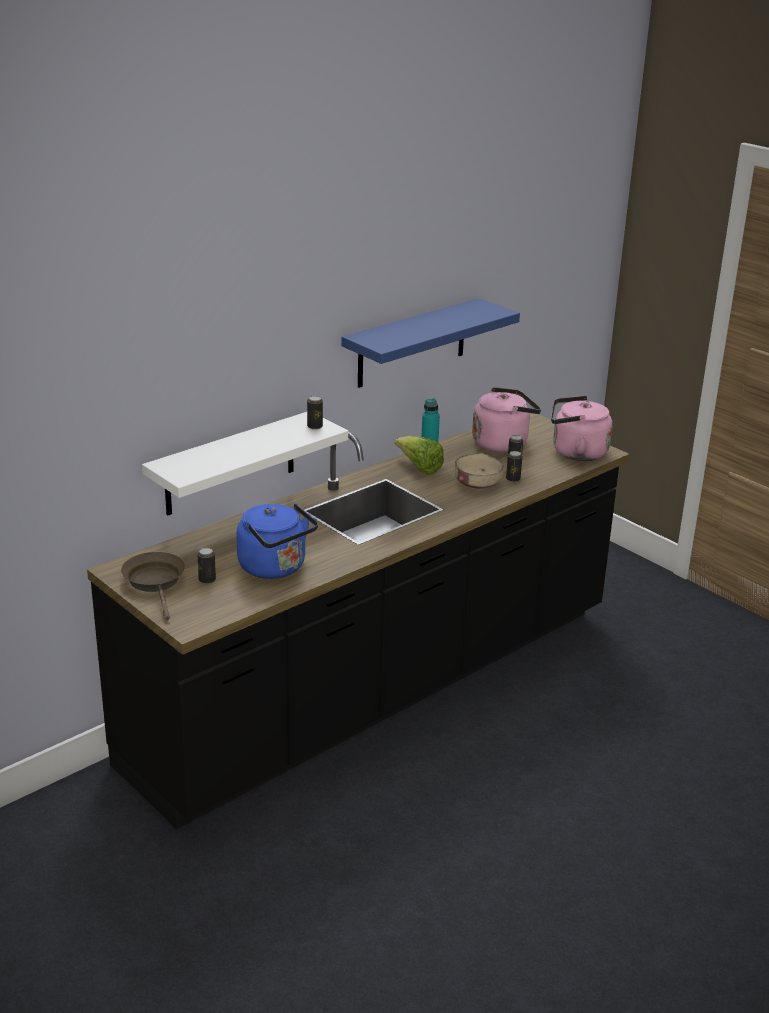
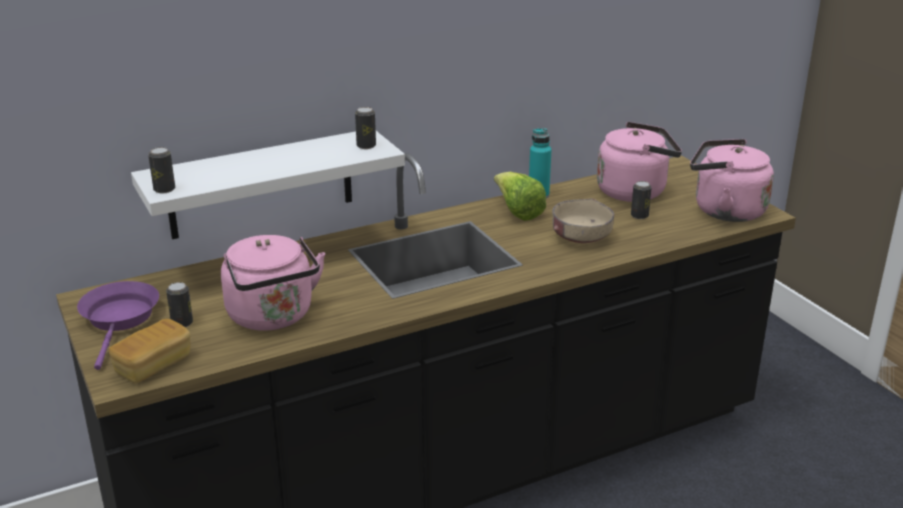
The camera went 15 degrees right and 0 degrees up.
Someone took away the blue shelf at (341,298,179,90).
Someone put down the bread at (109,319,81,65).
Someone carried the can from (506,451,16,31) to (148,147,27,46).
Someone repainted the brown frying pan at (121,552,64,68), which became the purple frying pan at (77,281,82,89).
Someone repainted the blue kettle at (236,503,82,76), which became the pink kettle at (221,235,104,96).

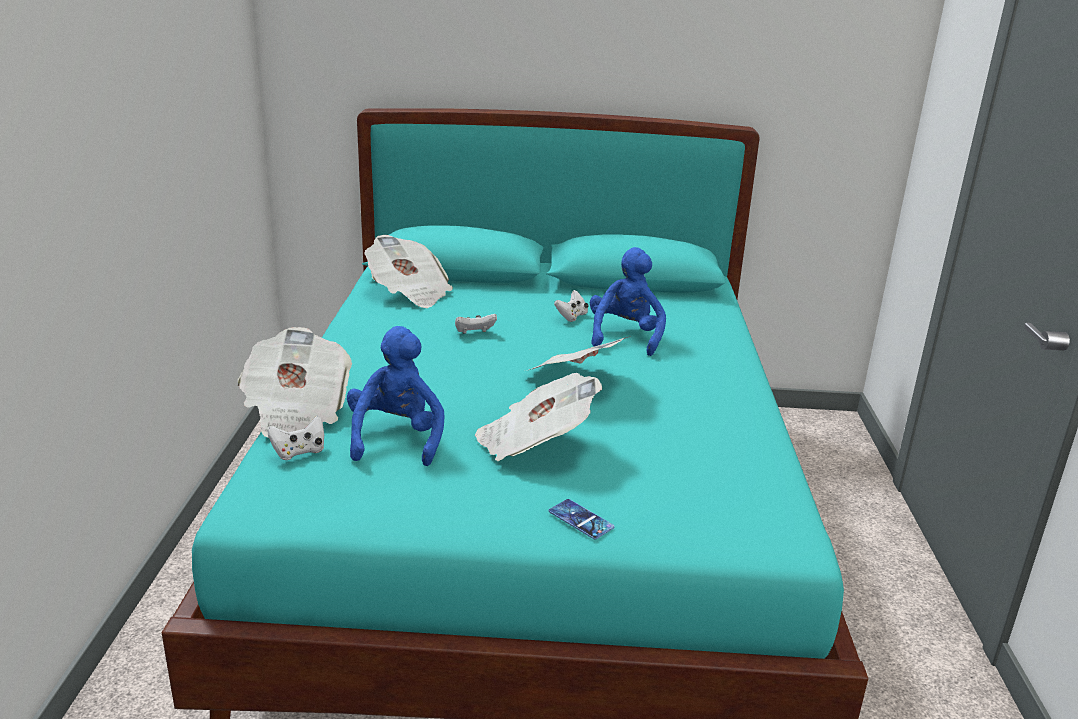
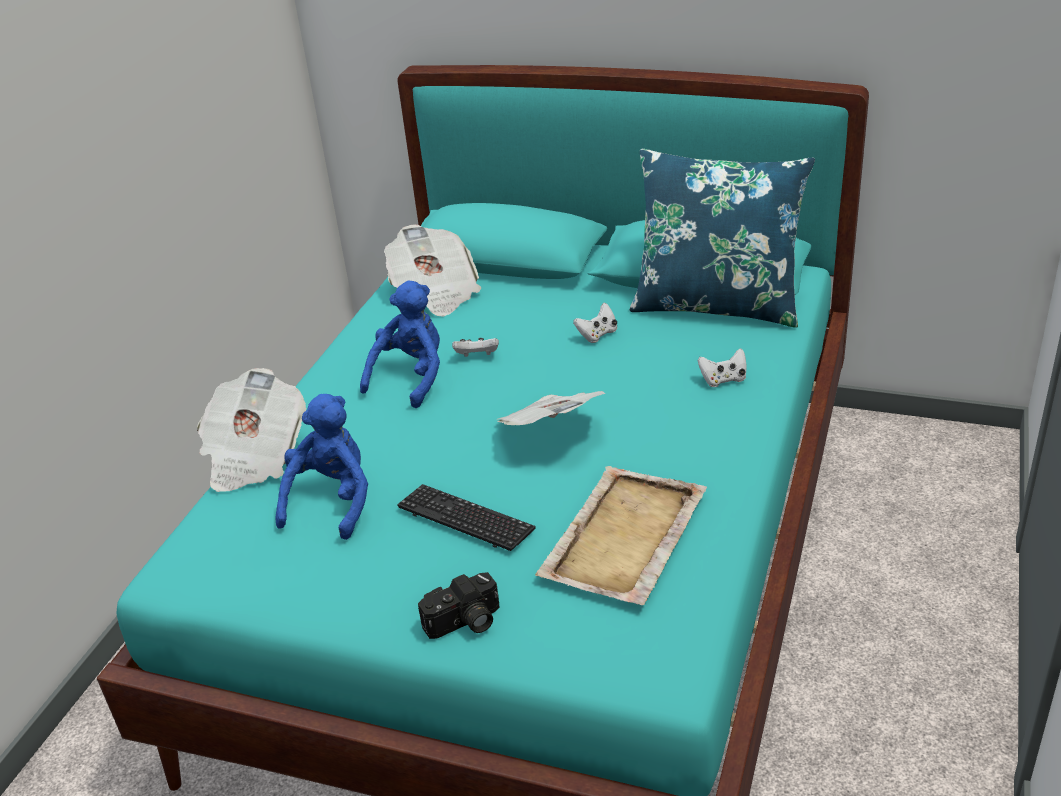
The camera went 20 degrees right and 10 degrees up.
Someone put down the beige tray at (535,466,172,139).
Someone put down the blue pillow at (630,149,185,179).
Someone carried the white game controller from (267,416,57,44) to (698,348,49,39).
Someone carried the blue plush toy from (590,247,76,109) to (360,281,80,127).
Someone swapped the newspaper at (475,373,127,88) for the keyboard at (397,484,139,67).
Someone swapped the phone at (549,499,66,40) for the photo camera at (418,572,81,67).

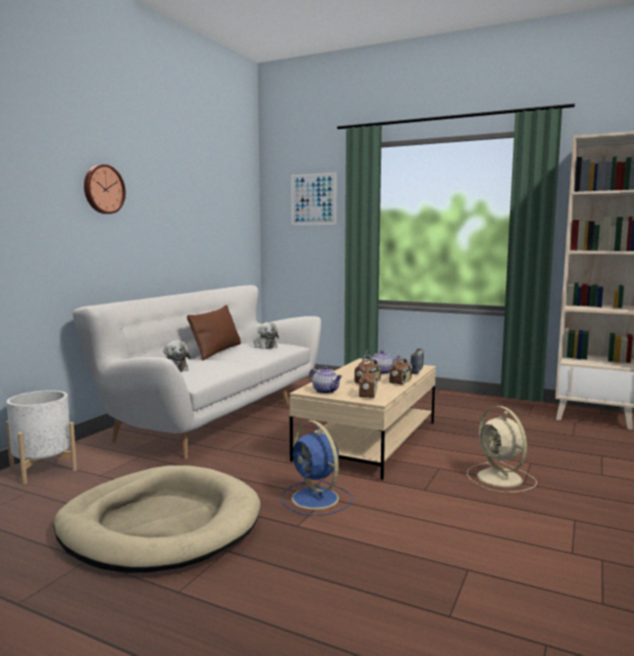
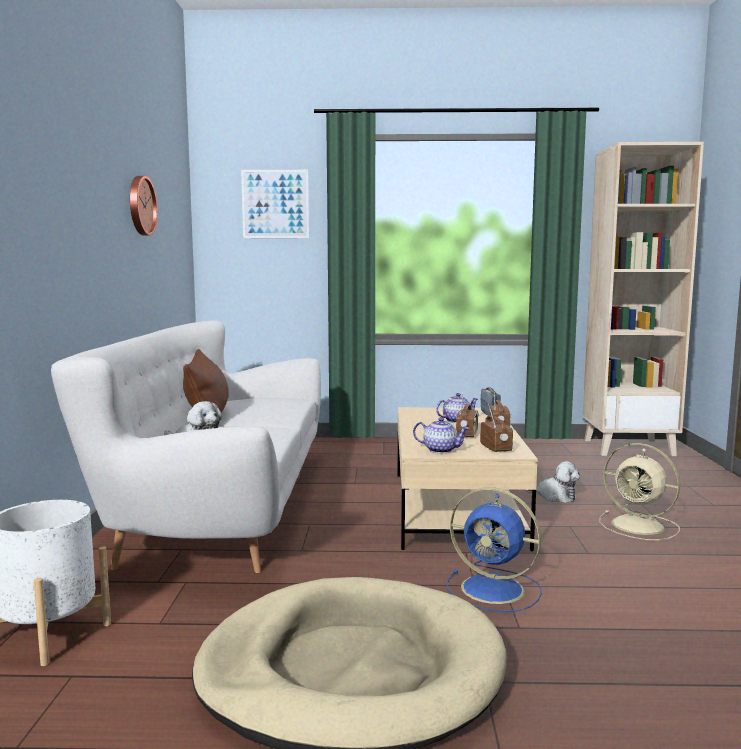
The camera went 25 degrees left and 0 degrees up.
Someone carried the wall clock from (84,164,42,50) to (130,176,28,59).
Someone carried the plush toy from (254,322,25,27) to (525,461,55,42).

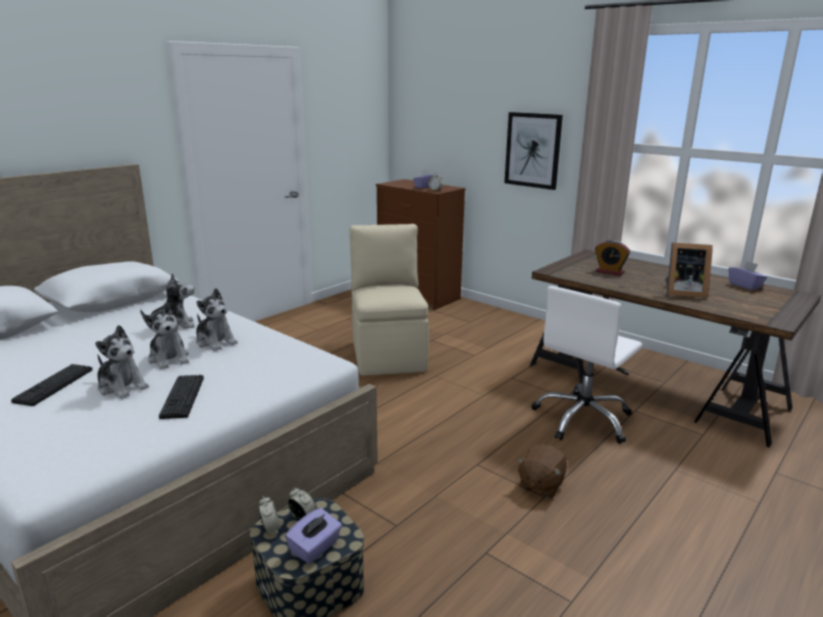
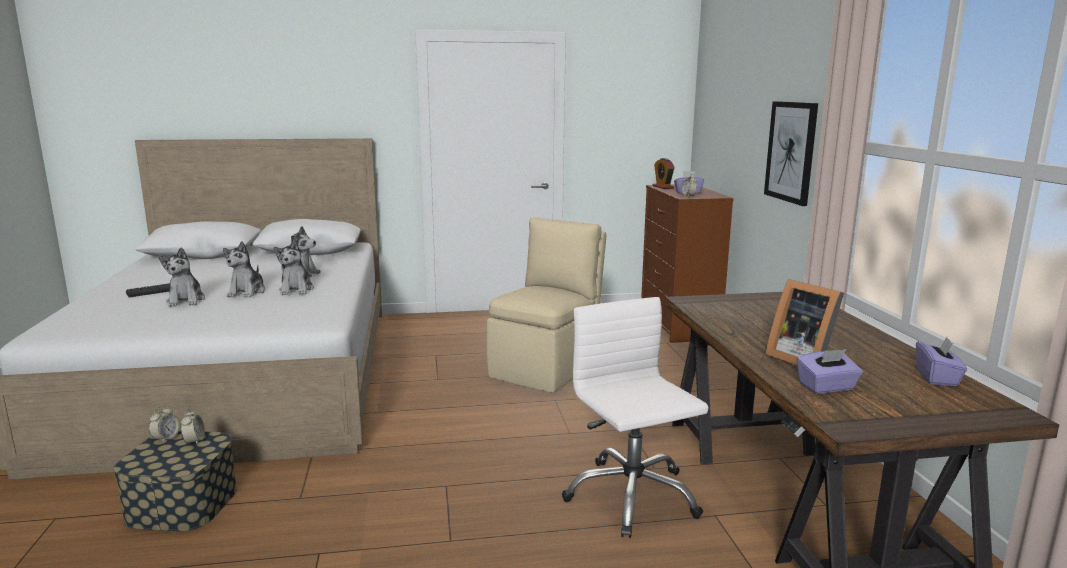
The camera went 40 degrees right and 5 degrees down.
Someone took away the keyboard at (159,375,45,44).
Someone took away the brown plush toy at (517,445,50,53).
Someone carried the purple tissue box from (285,508,57,56) to (797,349,66,45).
Someone carried the alarm clock from (595,240,35,36) to (653,158,22,31).
Someone rotated the white office chair at (531,286,111,158) by 75 degrees clockwise.

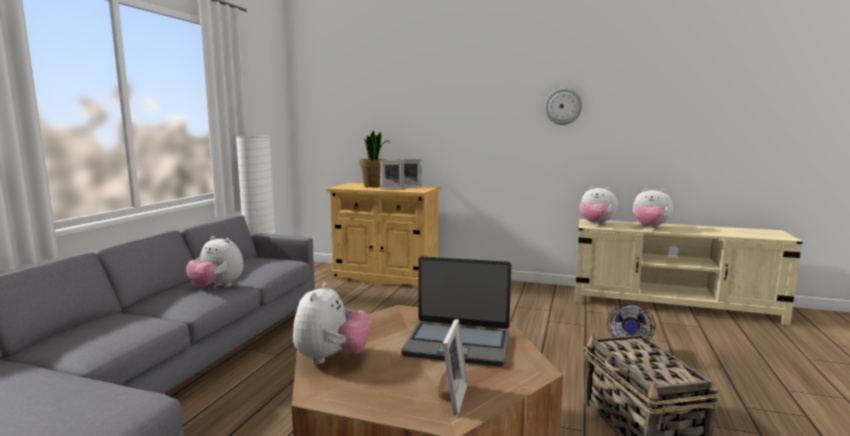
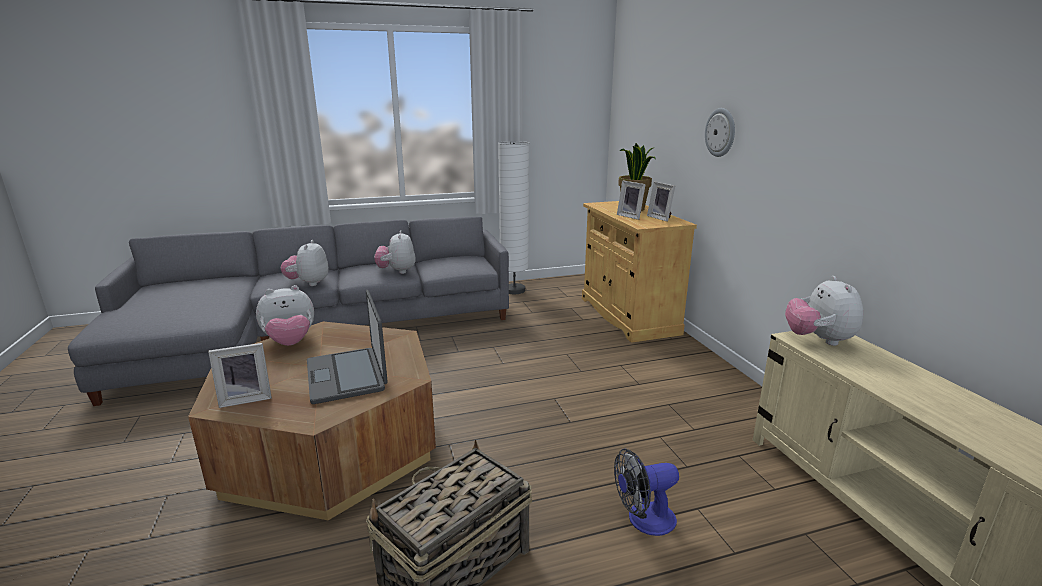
The camera went 55 degrees right and 10 degrees up.
Someone carried the wall clock from (545,88,37,37) to (705,108,30,49).
Someone carried the plush toy from (633,188,40,40) to (281,240,47,46).

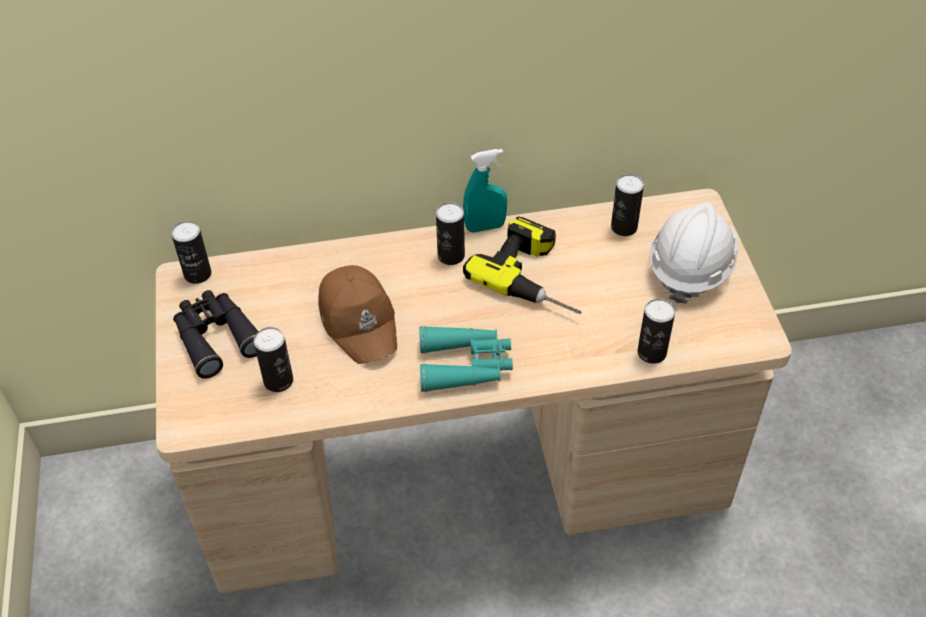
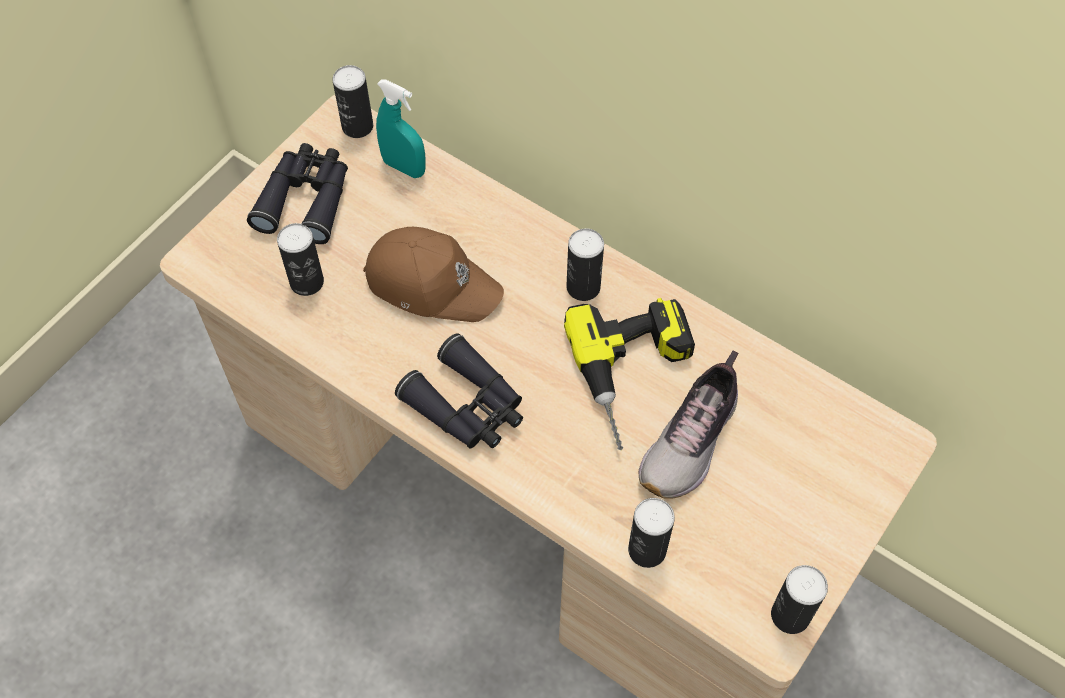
The camera went 45 degrees right and 10 degrees up.
Someone took away the white hard hat at (650,202,88,102).
Someone put down the shoe at (639,351,99,148).
Someone carried the turquoise spray bottle from (463,149,44,84) to (376,79,49,99).
Someone carried the can from (611,174,33,62) to (771,565,57,69).
Someone repainted the turquoise binoculars at (419,326,94,66), which became the black binoculars at (395,333,128,115).
Someone rotated the brown cap at (318,265,79,99) by 90 degrees counterclockwise.

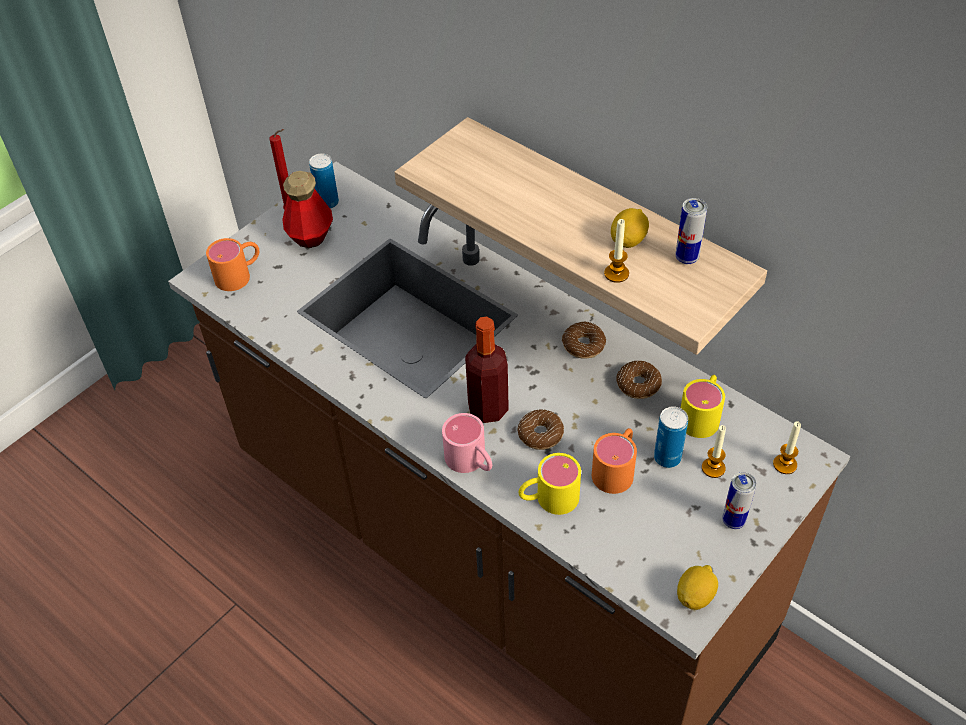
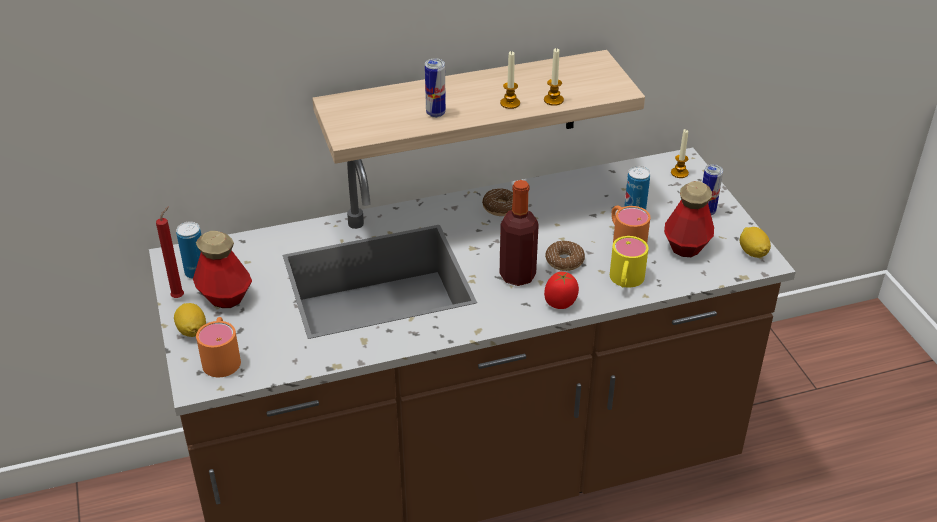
The camera went 60 degrees left and 10 degrees down.
Someone took away the donut at (616,360,46,39).
Someone took away the yellow mug at (681,375,44,63).
Someone put down the bottle at (664,181,50,76).
Someone carried the lemon from (611,208,38,40) to (174,303,32,34).
Someone carried the can from (675,198,32,66) to (425,58,21,60).
Someone carried the candle from (702,425,24,53) to (500,51,20,58).
Someone swapped the pink mug at (442,413,50,60) for the tomato at (544,272,35,37).

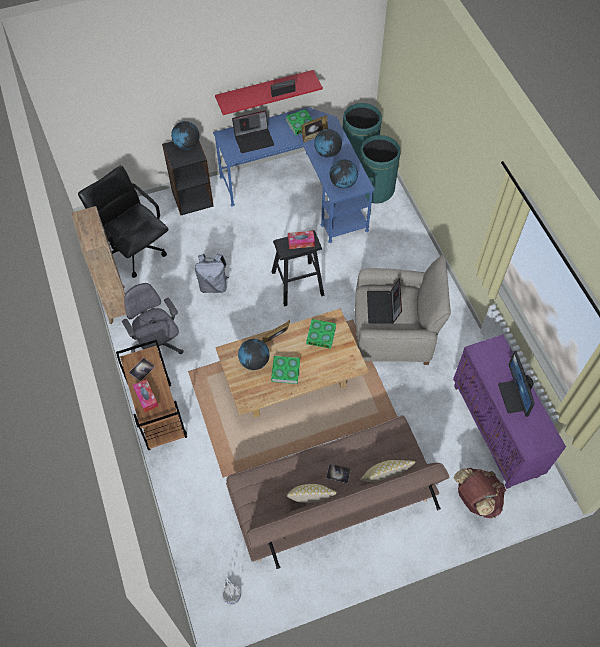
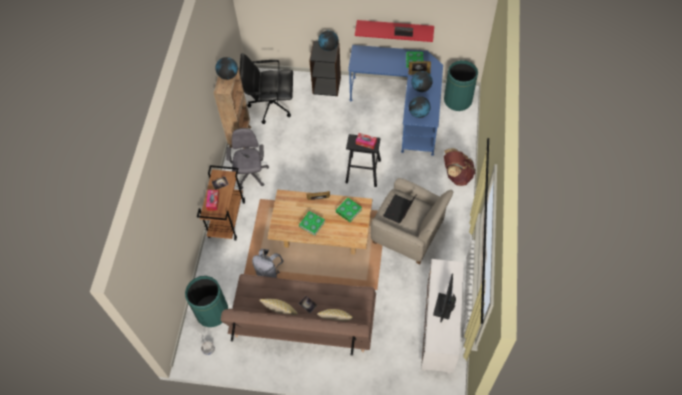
The camera went 30 degrees right and 0 degrees up.
Someone took away the laptop at (232,110,42,43).
Someone carried the grey backpack from (195,253,34,40) to (252,249,32,29).
Someone carried the globe from (238,339,32,31) to (215,57,23,23).
Someone carried the green trash can from (360,135,41,69) to (185,276,43,51).
Someone carried the brown backpack from (454,468,52,50) to (444,148,31,38).
Someone repainted the purple cabinet at (453,334,113,155), which became the white cabinet at (421,259,43,115).
Someone rotated the black office chair at (78,165,91,113) by 75 degrees counterclockwise.

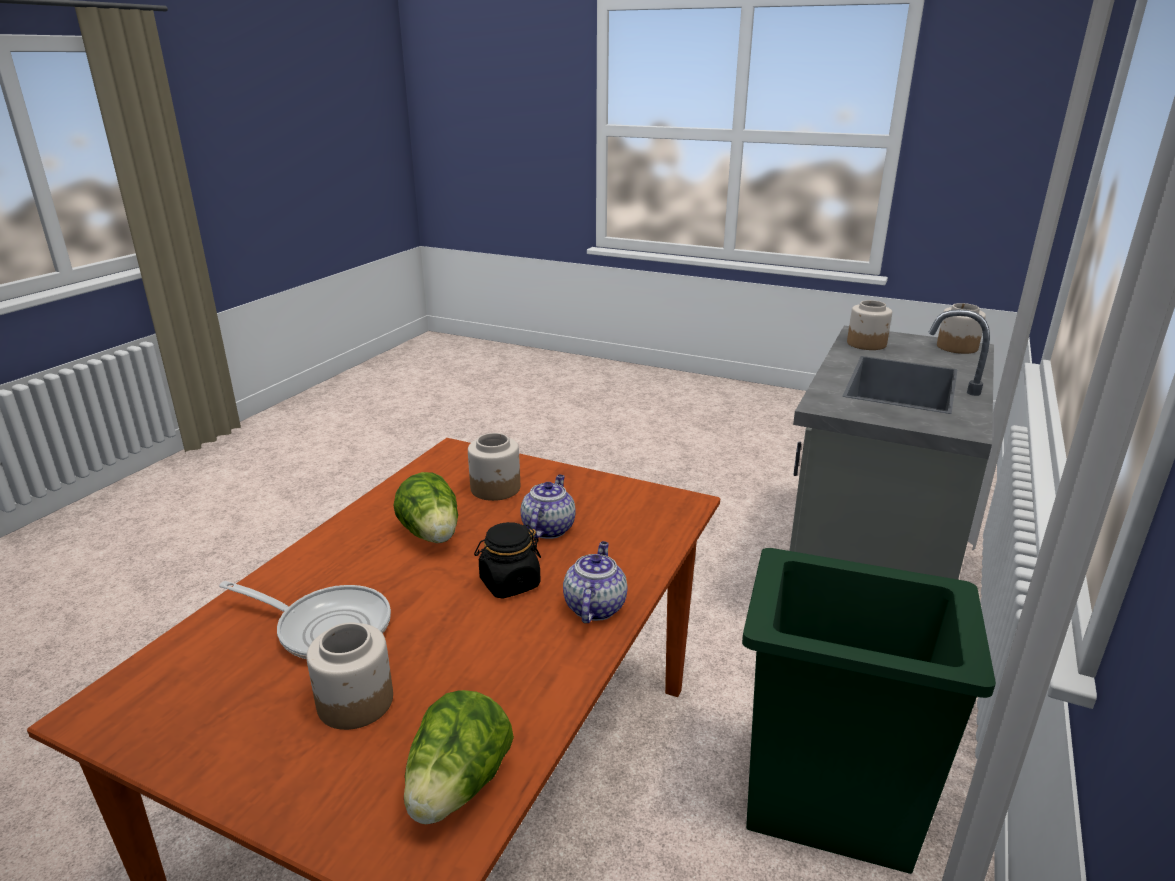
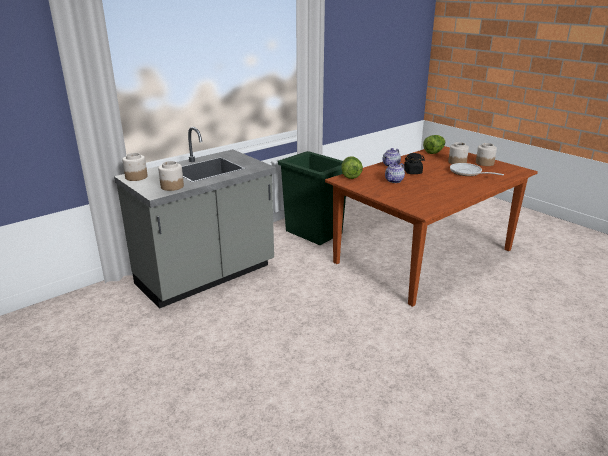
The camera went 155 degrees left and 0 degrees up.
Someone carried the lettuce from (393,472,65,71) to (341,156,22,23).
Someone carried the jar from (468,433,52,68) to (476,143,21,23).

